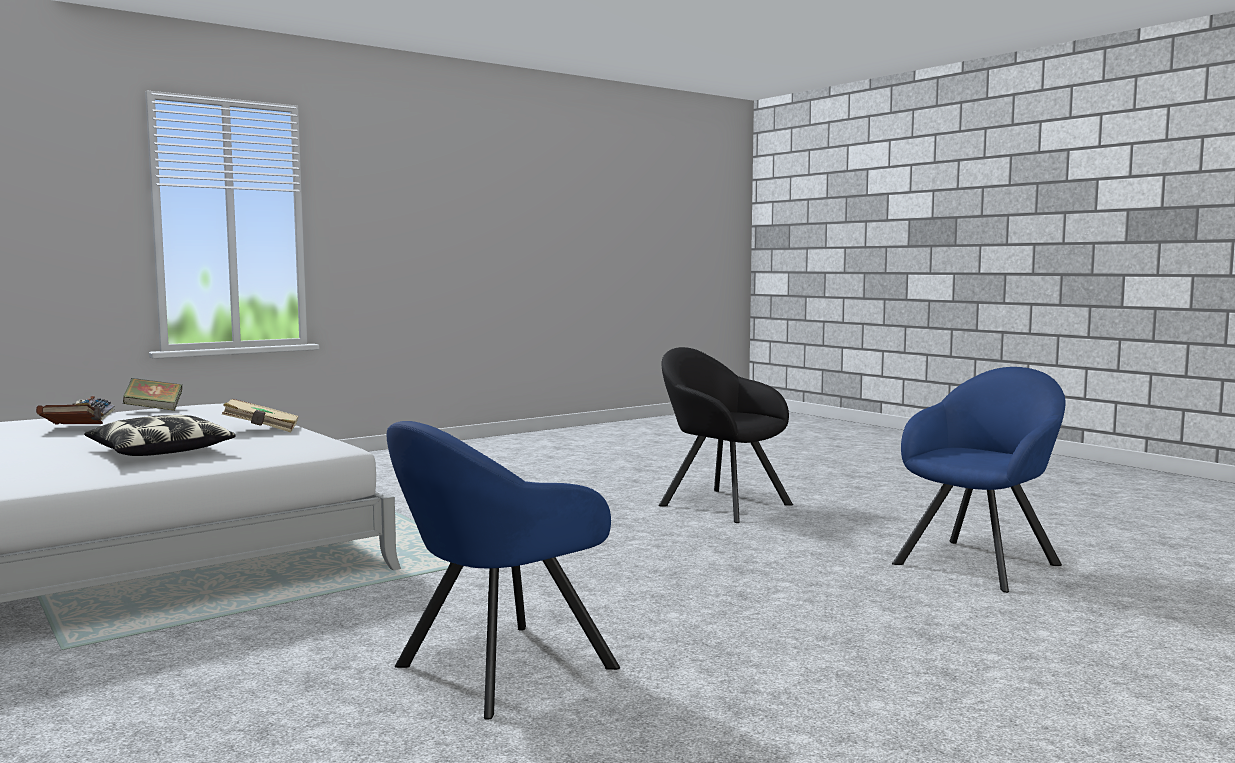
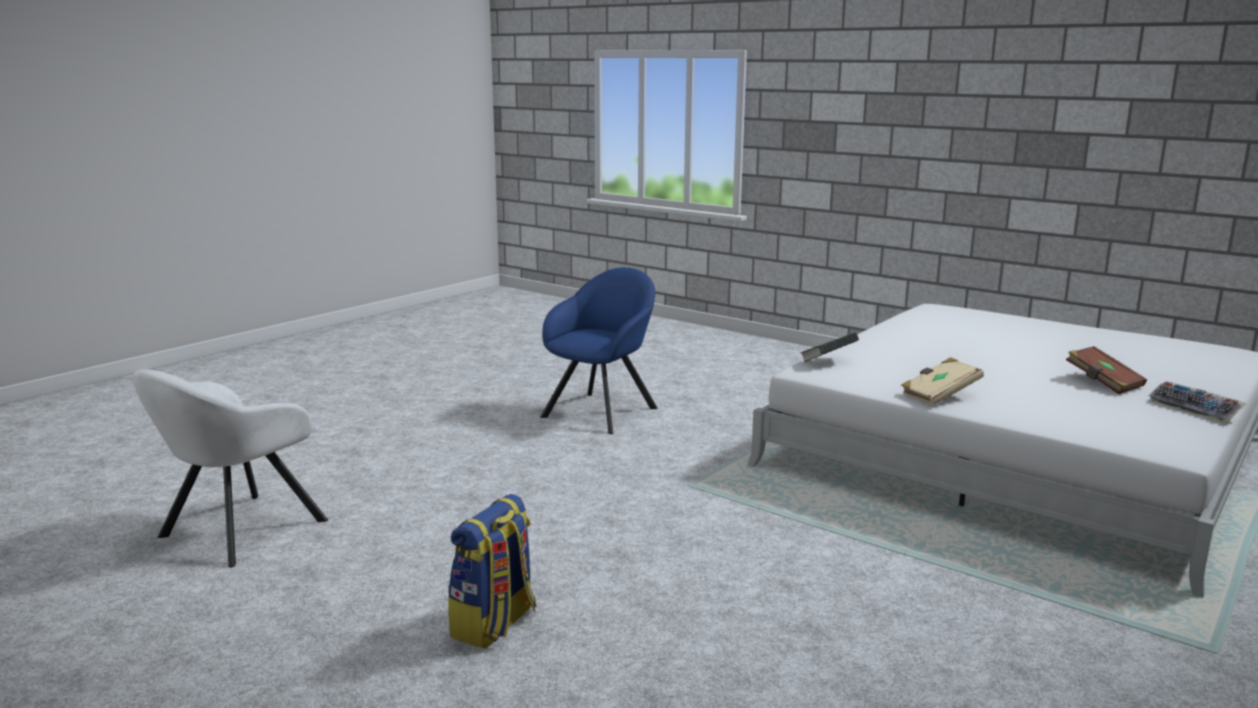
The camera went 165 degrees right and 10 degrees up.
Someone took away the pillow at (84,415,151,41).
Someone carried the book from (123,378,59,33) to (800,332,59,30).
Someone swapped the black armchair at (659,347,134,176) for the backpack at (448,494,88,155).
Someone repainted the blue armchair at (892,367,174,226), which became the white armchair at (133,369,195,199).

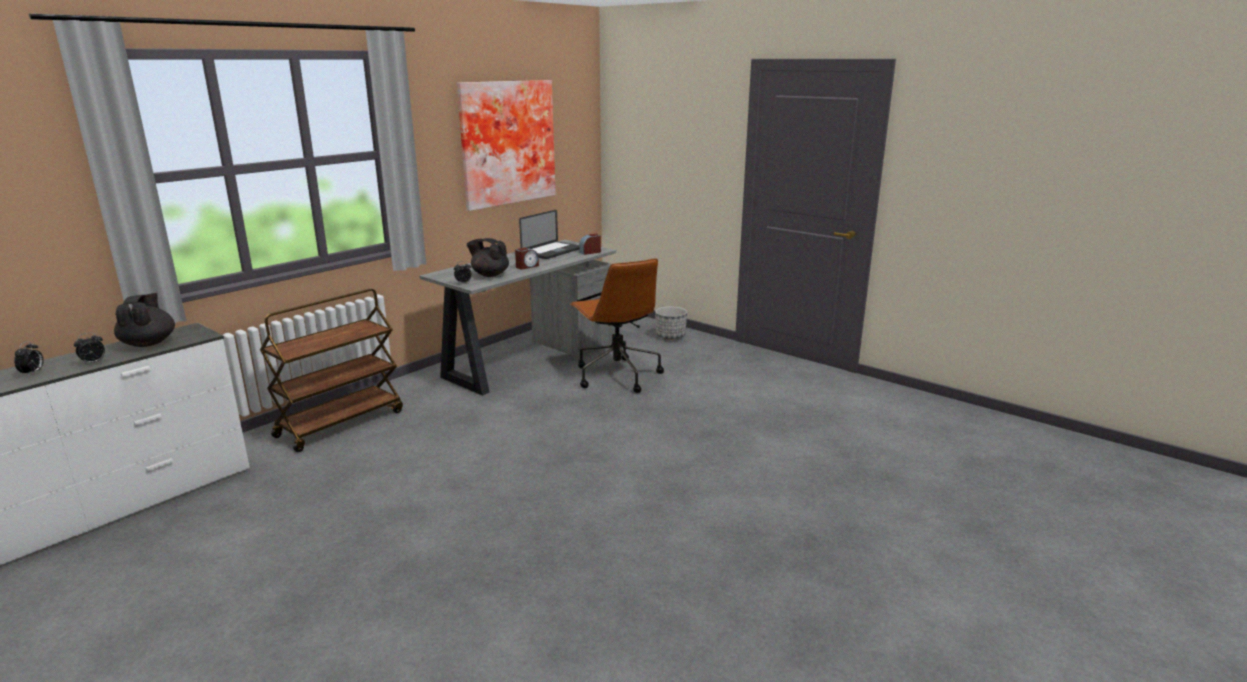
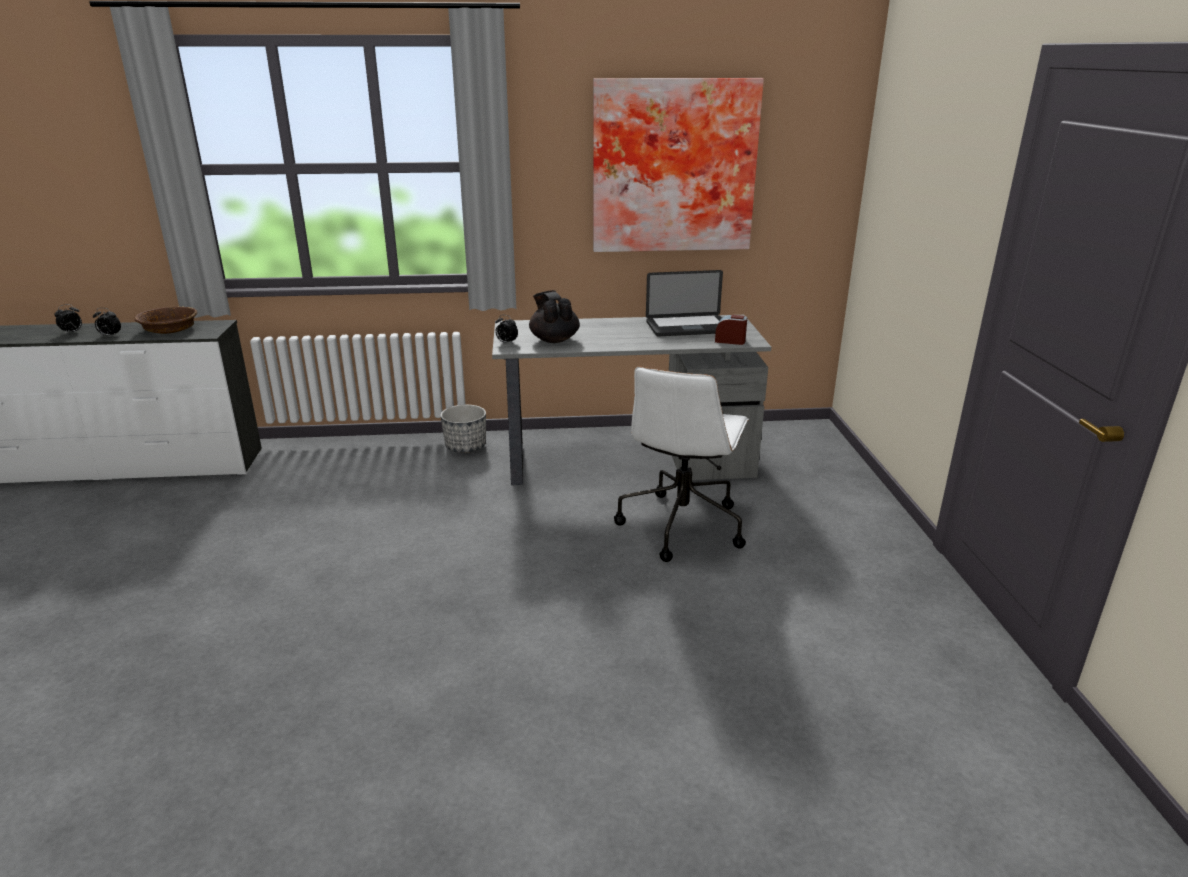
The camera went 45 degrees right and 5 degrees up.
Someone took away the brown cart at (260,289,143,163).
Someone took away the alarm clock at (515,248,24,21).
Someone carried the planter from (655,306,32,34) to (440,405,46,48).
Someone swapped the black teapot at (114,293,61,54) for the brown bowl at (135,306,62,28).
Someone repainted the brown office chair at (570,258,94,135), which became the white office chair at (614,366,135,196).

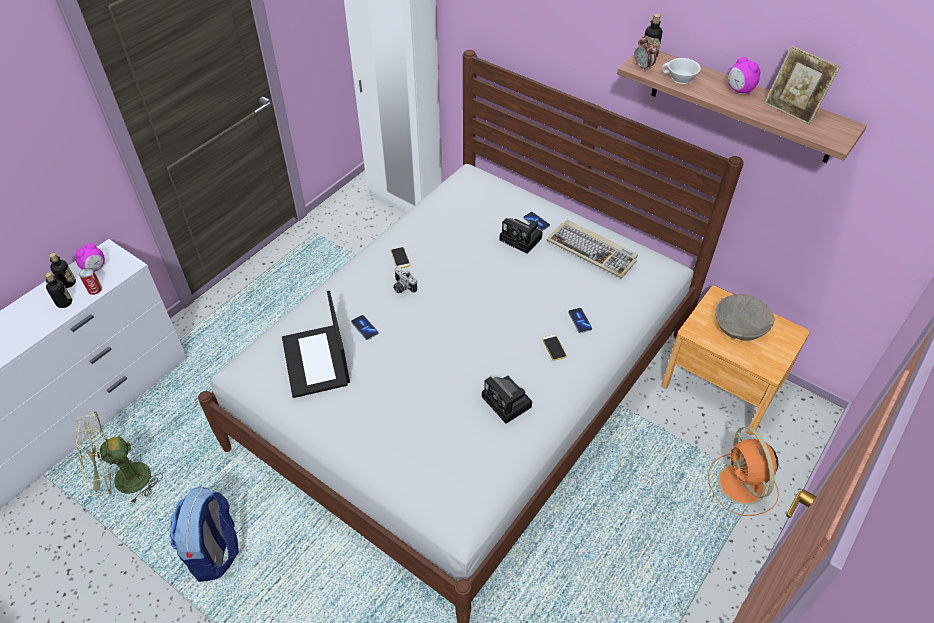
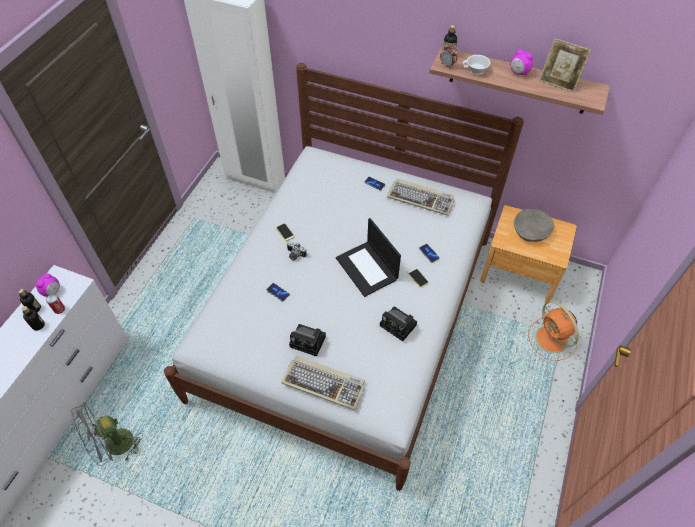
The camera went 15 degrees left and 5 degrees up.
Someone took away the backpack at (170,486,69,96).
Someone put down the keyboard at (281,356,84,54).
Someone carried the laptop from (282,291,68,107) to (336,218,65,79).
Someone carried the photo camera from (500,218,43,36) to (289,324,37,33).
Someone repainted the green fan at (76,411,87,94), which became the grey fan at (71,402,72,64).

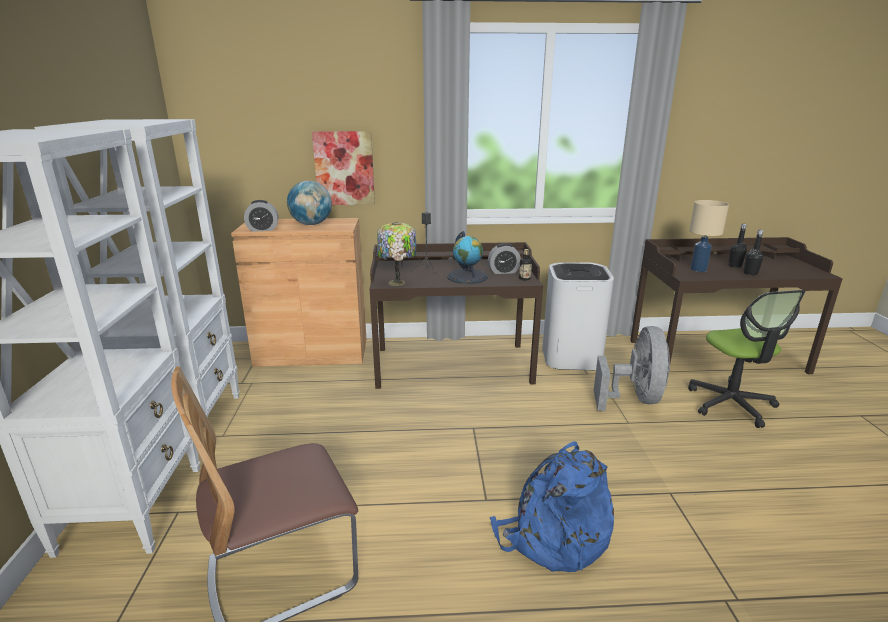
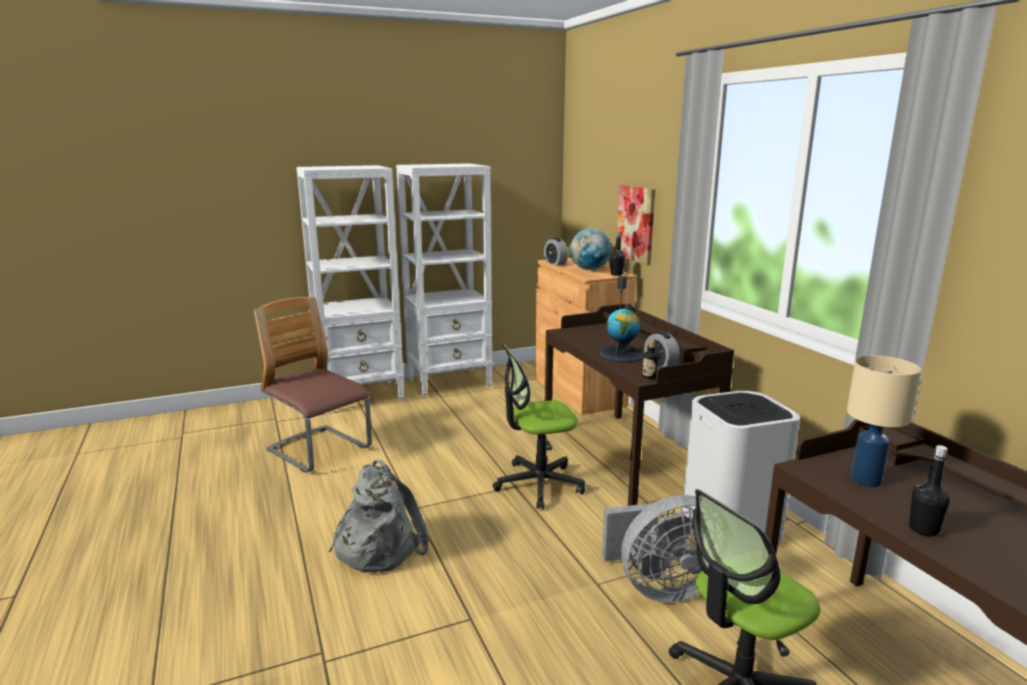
The camera went 70 degrees right and 5 degrees down.
Someone took away the table lamp at (377,222,39,64).
Someone put down the office chair at (492,344,93,165).
Someone carried the black bottle from (728,224,19,44) to (610,232,15,44).
Someone repainted the blue backpack at (490,441,124,131), which became the grey backpack at (328,459,101,113).

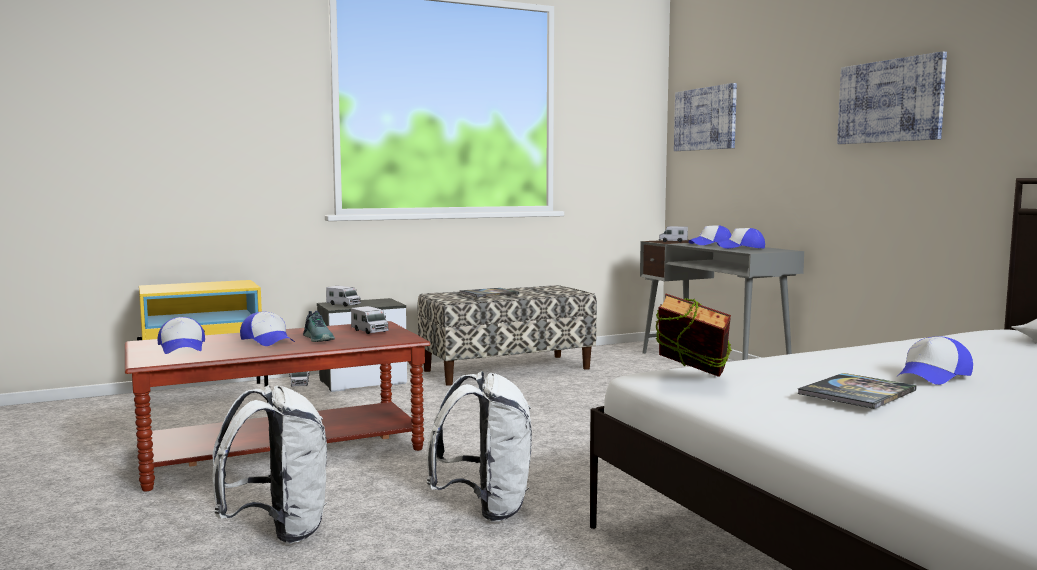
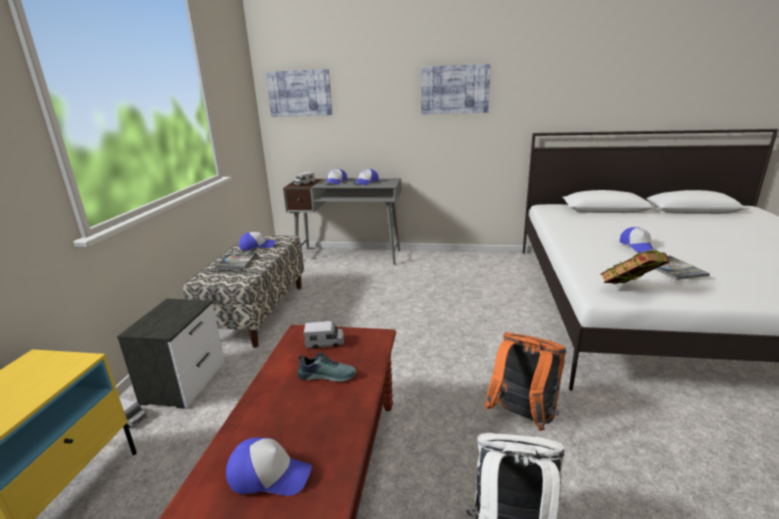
The camera went 55 degrees left and 15 degrees up.
Someone took away the toy truck at (326,286,35,21).
Someone carried the cap from (240,312,55,34) to (239,232,36,18).
Someone repainted the white backpack at (427,371,105,151), which became the orange backpack at (484,332,82,99).

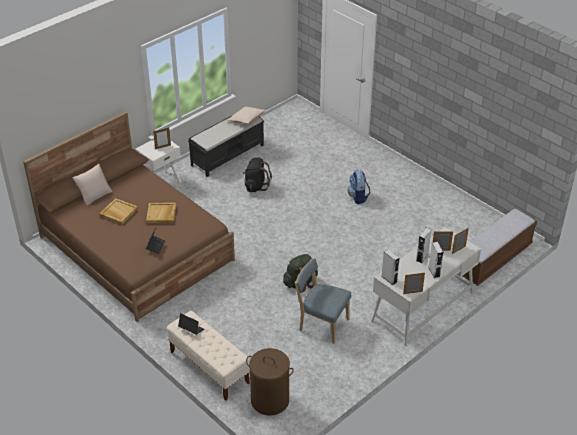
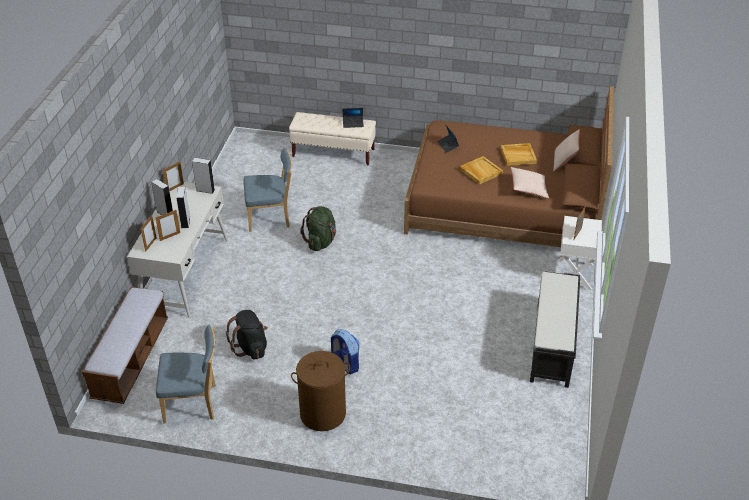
The camera went 145 degrees right and 0 degrees up.
Someone put down the blue chair at (156,324,60,99).
Someone carried the beige pillow from (227,107,39,17) to (511,167,38,31).
Someone carried the black backpack from (243,157,29,35) to (226,310,42,50).
Someone carried the brown laundry basket from (246,348,48,67) to (291,351,59,80).

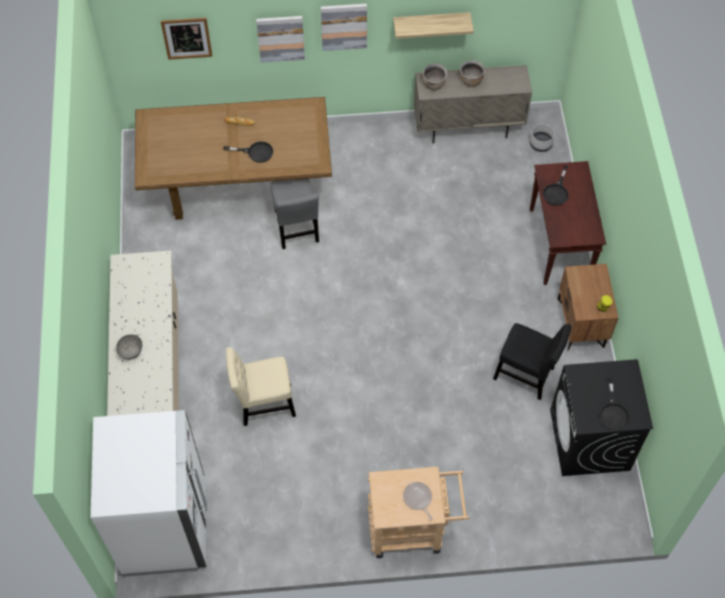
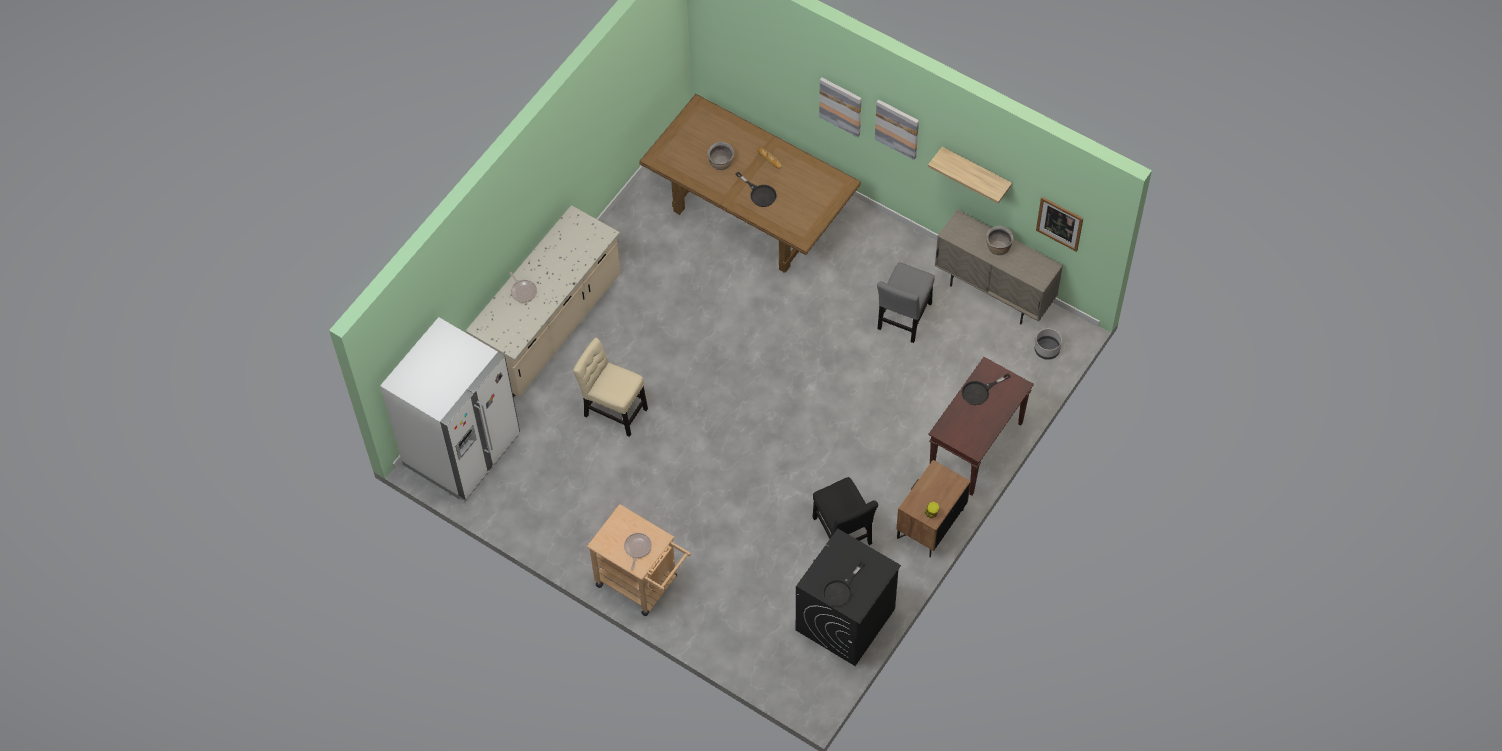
The camera went 40 degrees right and 0 degrees up.
Someone carried the picture from (161,18,51,42) to (1036,197,47,55).
Someone carried the grey chair from (271,178,48,71) to (877,262,57,81).
Someone carried the brown cooking pot from (422,63,26,27) to (708,142,26,28).
Someone swapped the grey bowl at (116,334,27,26) for the frying pan at (509,272,28,30).

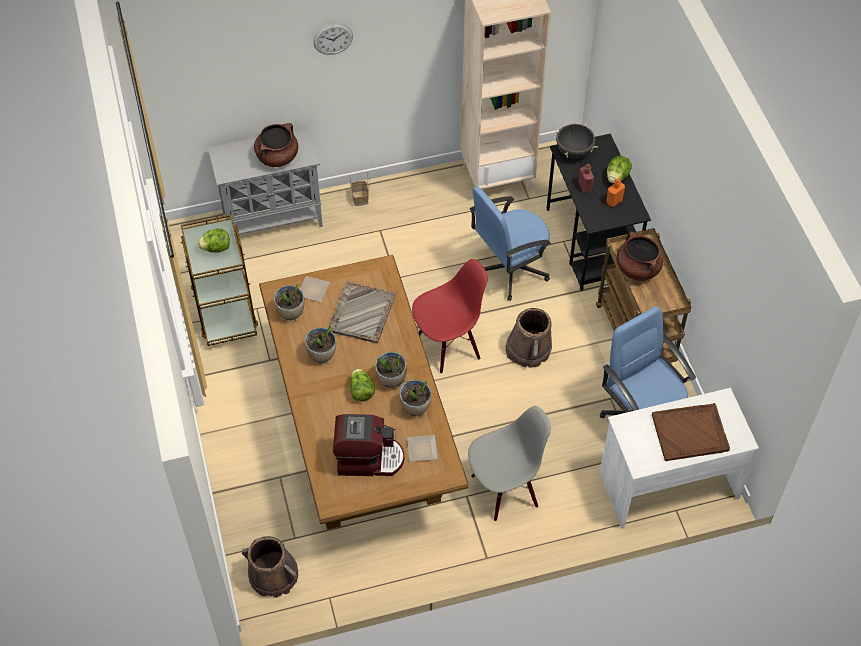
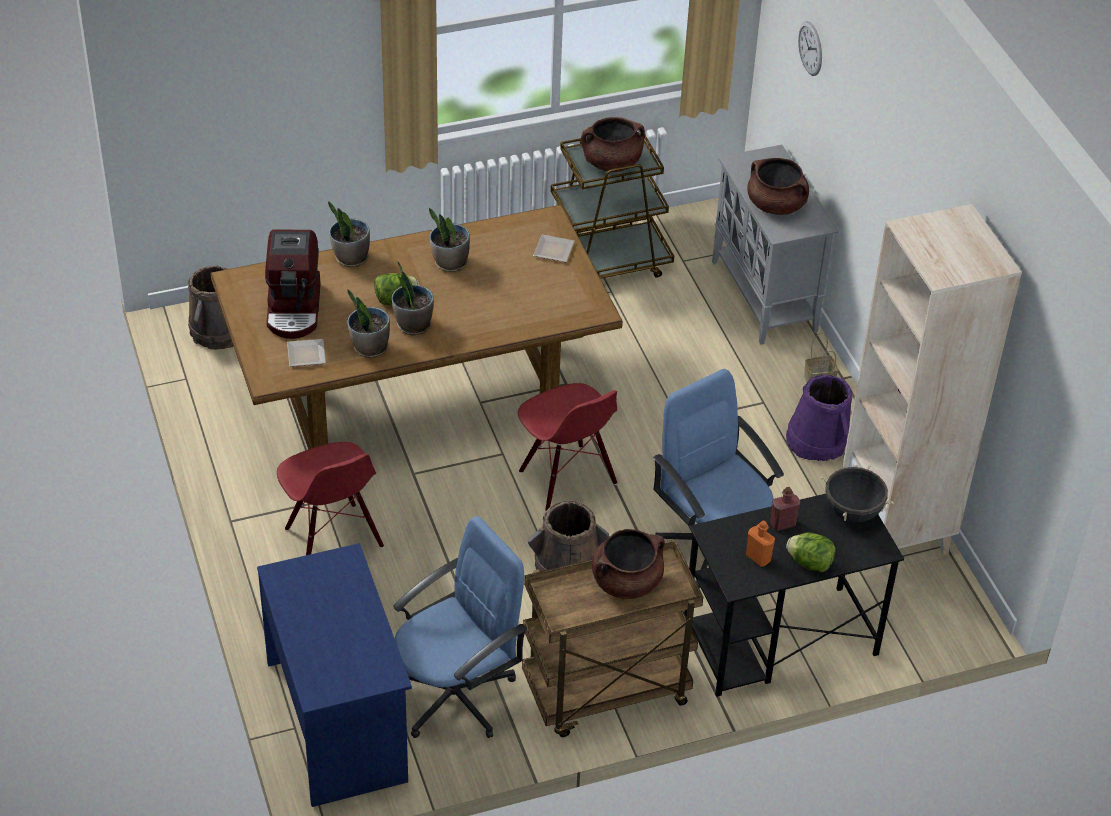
The camera went 85 degrees right and 10 degrees down.
Someone took away the grey tray at (328,281,68,62).
Someone took away the brown tray at (652,403,78,58).
Someone put down the purple bucket at (786,375,66,86).
Someone carried the potted plant from (274,282,30,39) to (328,201,42,66).
Someone carried the wall clock from (313,24,40,31) to (798,21,24,55).
Someone swapped the lettuce at (198,228,32,25) for the brown cooking pot at (581,117,64,55).
Someone repainted the grey chair at (468,406,83,115), which became the red chair at (277,442,107,113).
Someone repainted the white desk at (600,388,159,141), which became the blue desk at (257,543,155,264).

